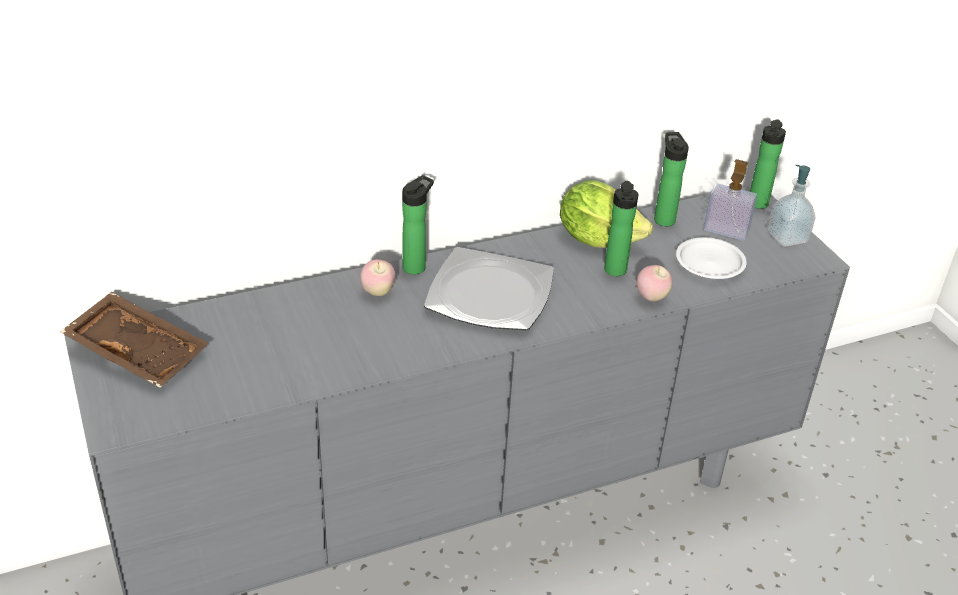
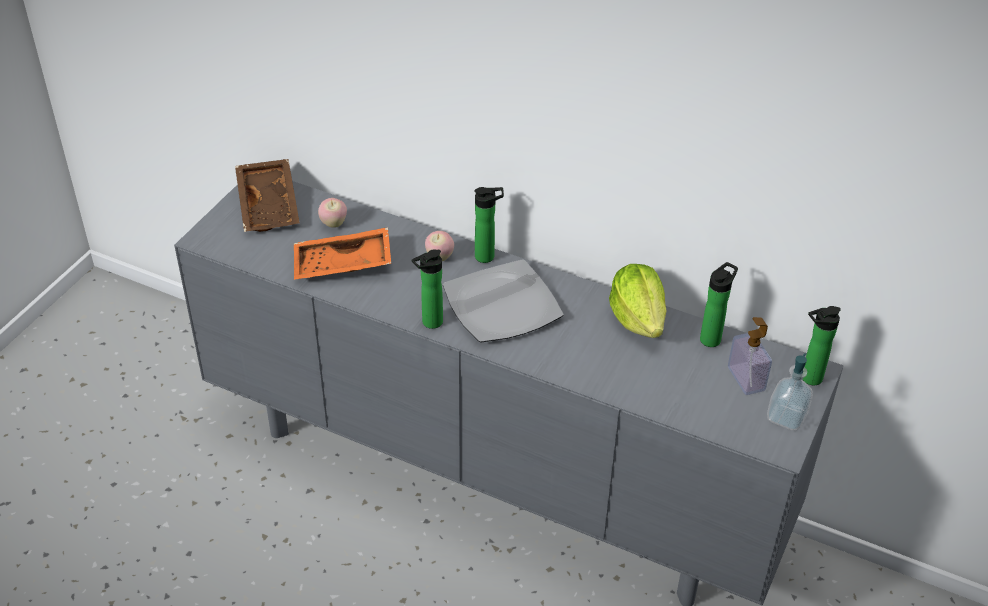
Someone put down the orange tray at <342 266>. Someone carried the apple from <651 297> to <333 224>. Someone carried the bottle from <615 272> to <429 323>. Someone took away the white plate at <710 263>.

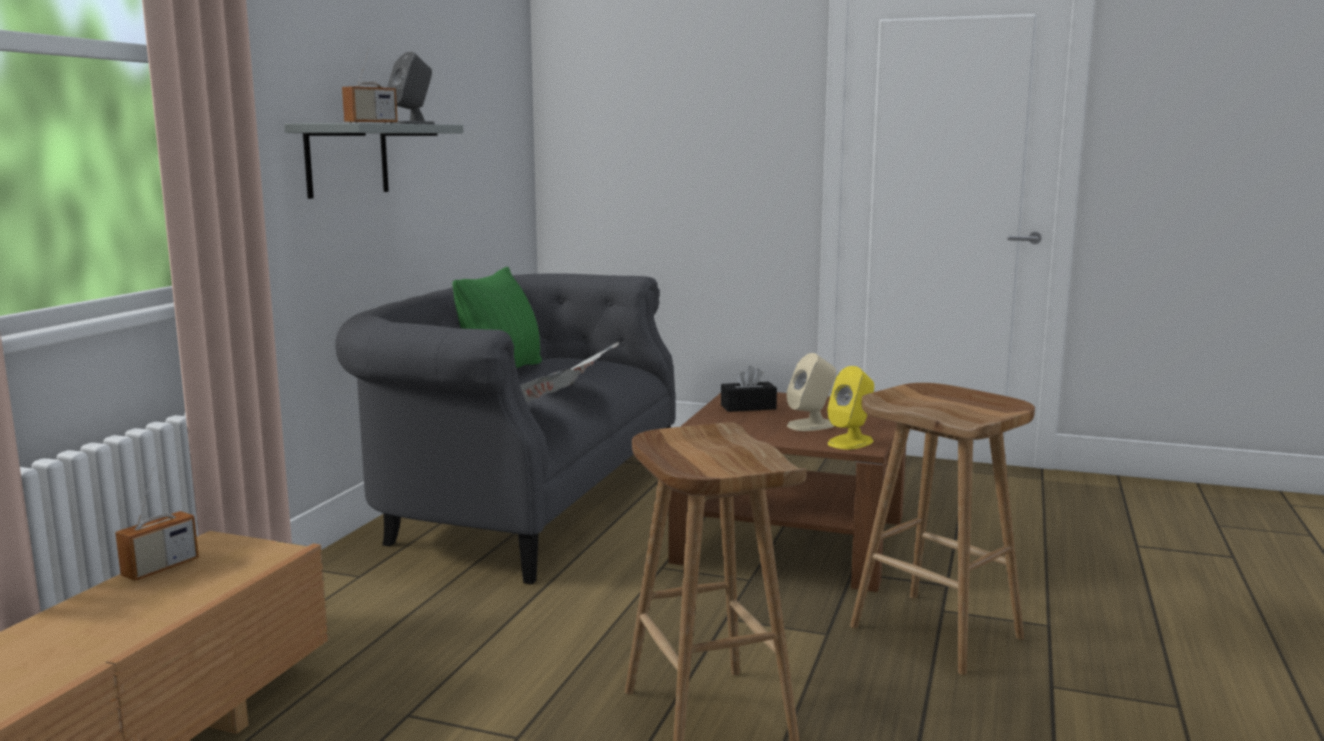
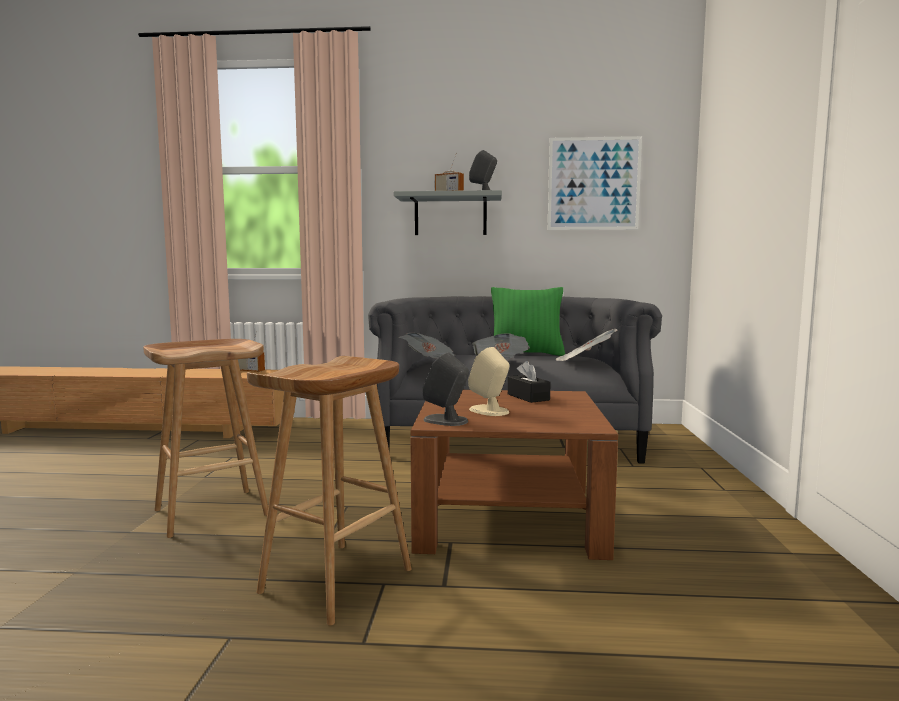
Someone repainted the yellow speaker at <851 442>, which became the grey speaker at <446 421>. Someone put up the picture at <593 184>. Someone put down the newspaper at <584 361>.

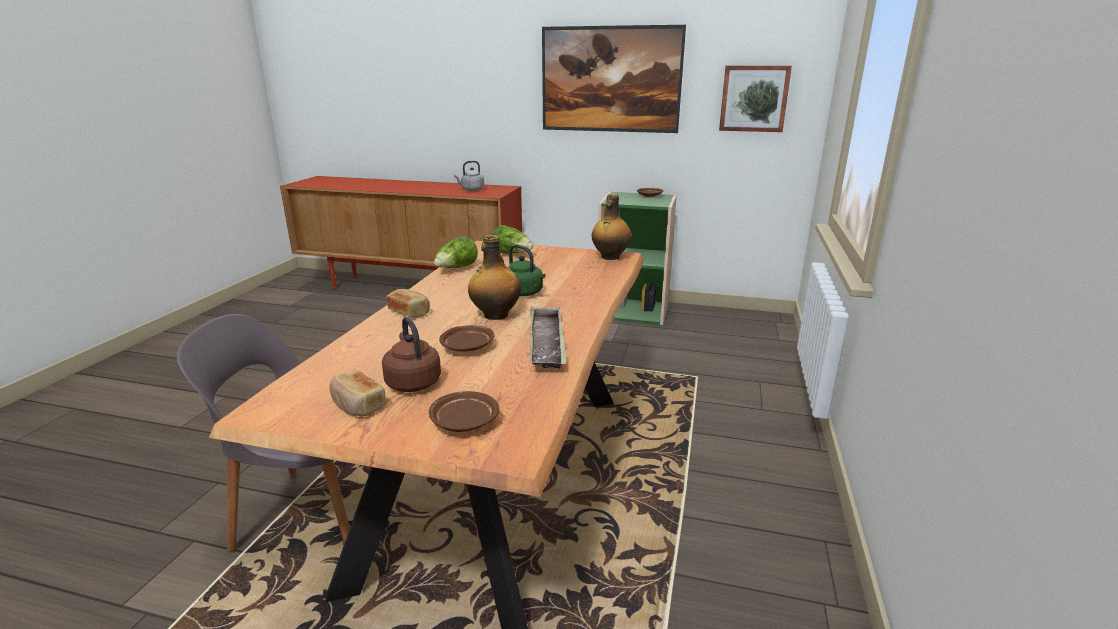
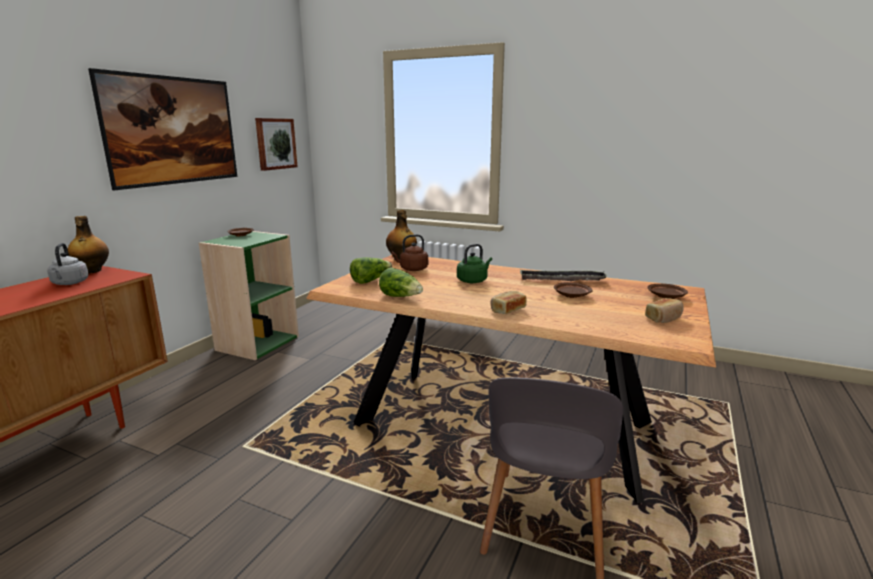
Someone carried the bottle from <495 315> to <92 271>. Someone carried the brown kettle from <412 382> to <412 269>.

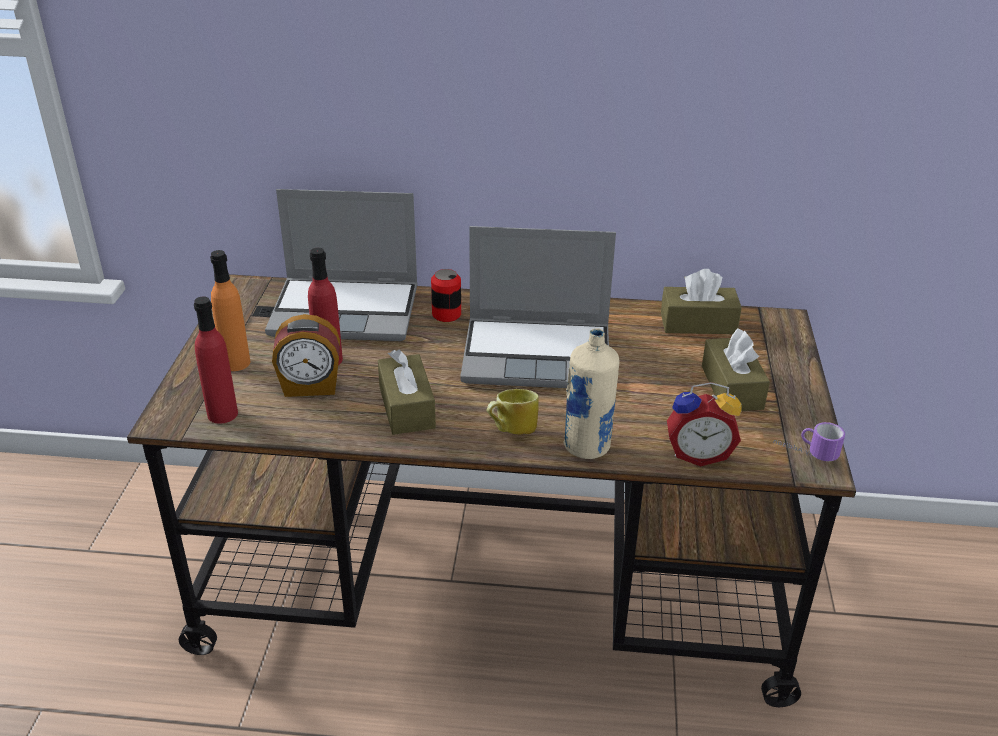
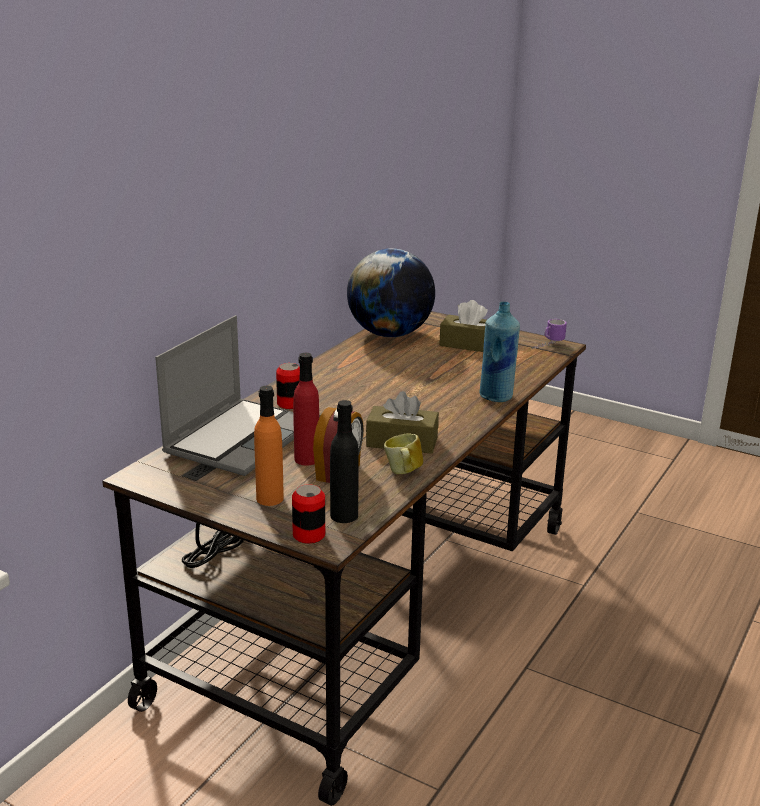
Someone put down the can at <309 535>. Someone repainted the red bottle at <222 414>, which became the black bottle at <344 515>. Someone swapped the brown tissue box at <698 323> for the globe at <390 334>. Someone carried the mug from <511 431> to <402 473>. Someone repainted the beige bottle at <587 447>, which became the blue bottle at <496 396>. Someone took away the laptop at <539 355>. Someone took away the alarm clock at <698 454>.

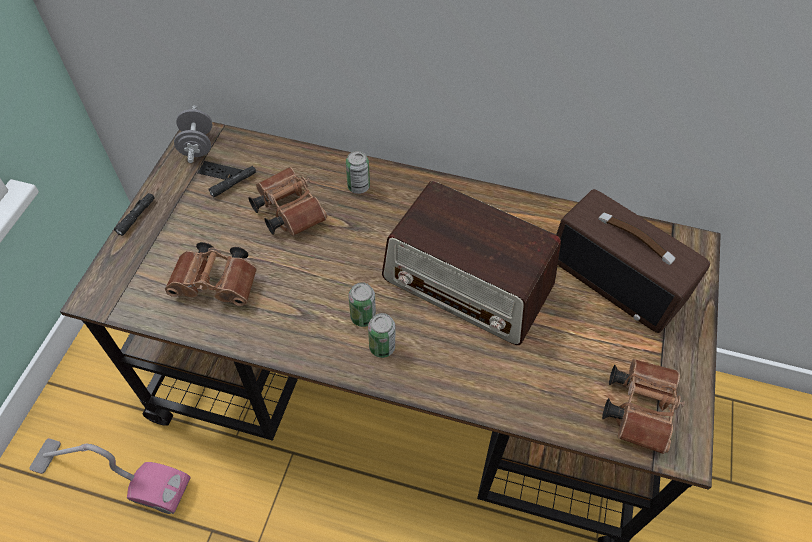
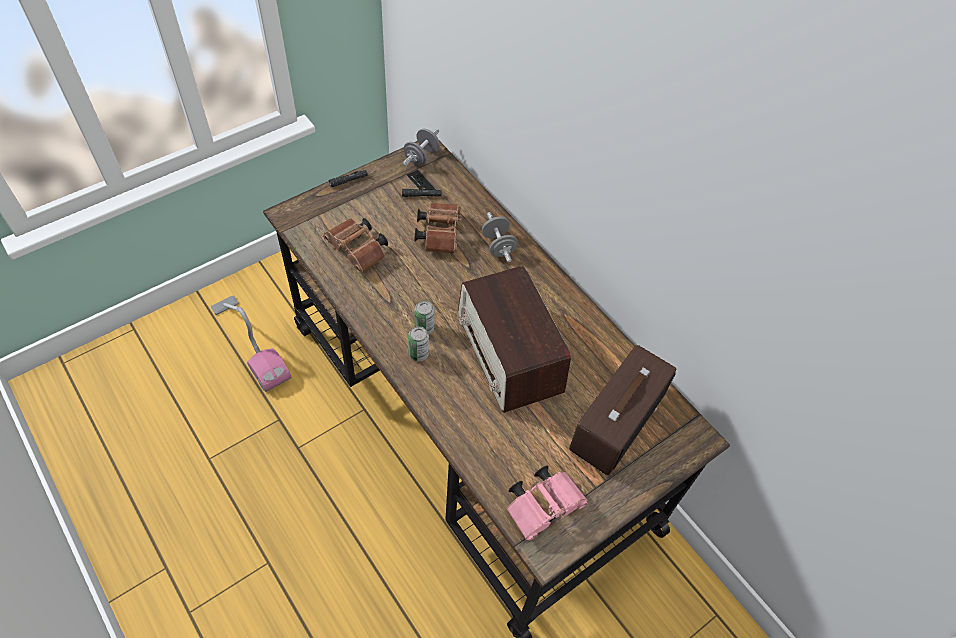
Someone swapped the can at <358 187> for the grey dumbbell at <498 246>. Someone repainted the brown binoculars at <638 407>, which became the pink binoculars at <544 505>. Someone rotated the radio at <617 279> by 135 degrees counterclockwise.

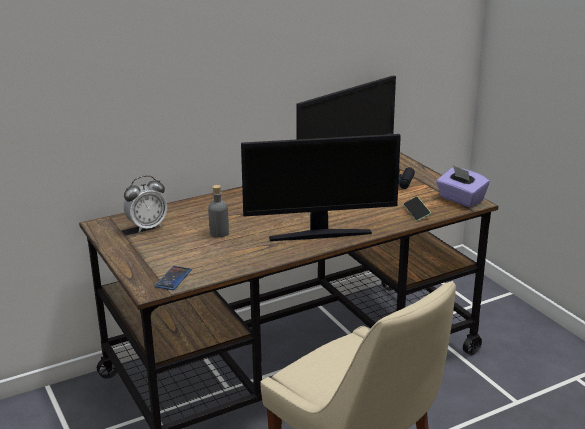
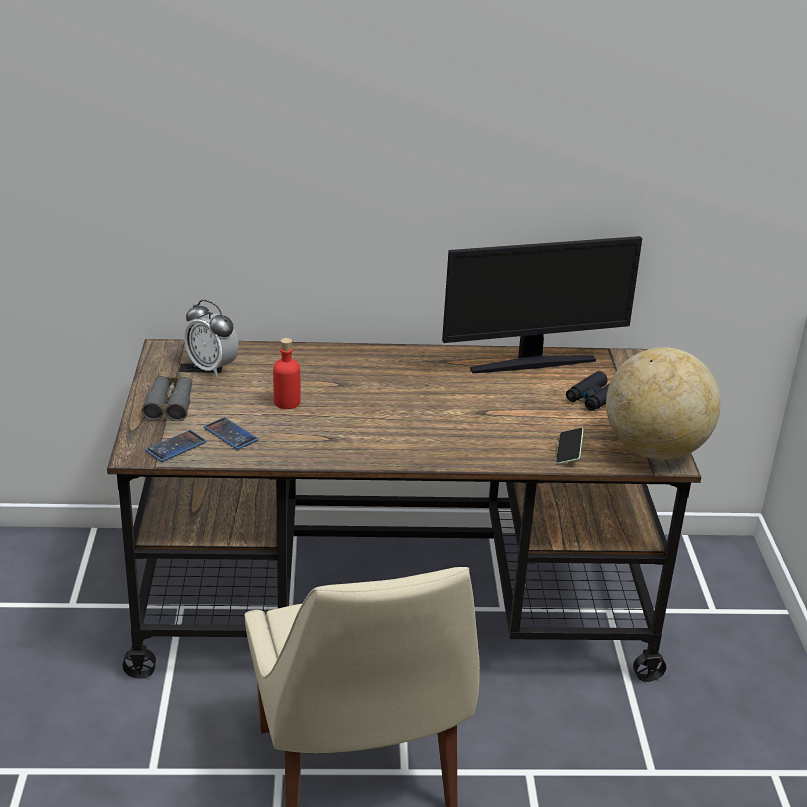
Someone put down the grey binoculars at <170 402>. Someone rotated the alarm clock at <147 227> by 45 degrees clockwise. Someone put down the phone at <230 434>. Someone repainted the grey bottle at <219 233>, which became the red bottle at <287 402>. Someone swapped the purple tissue box at <460 199> for the globe at <654 450>. Someone took away the monitor at <320 234>.

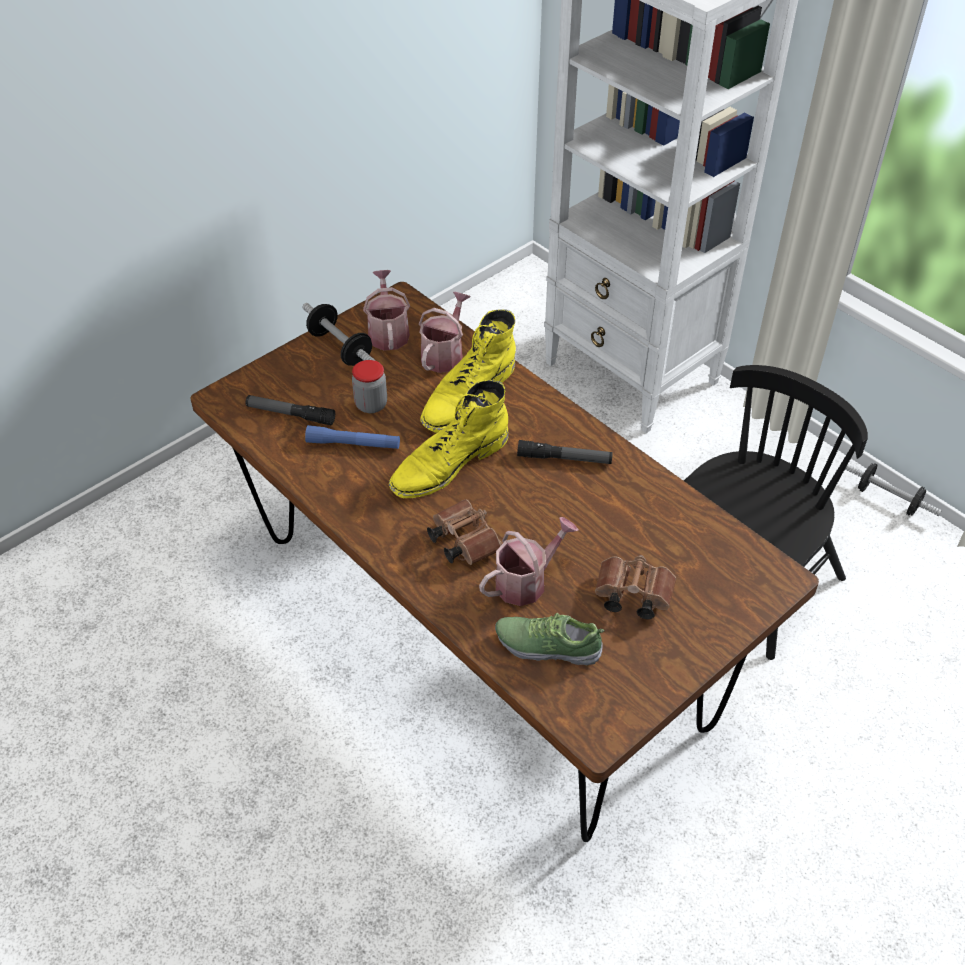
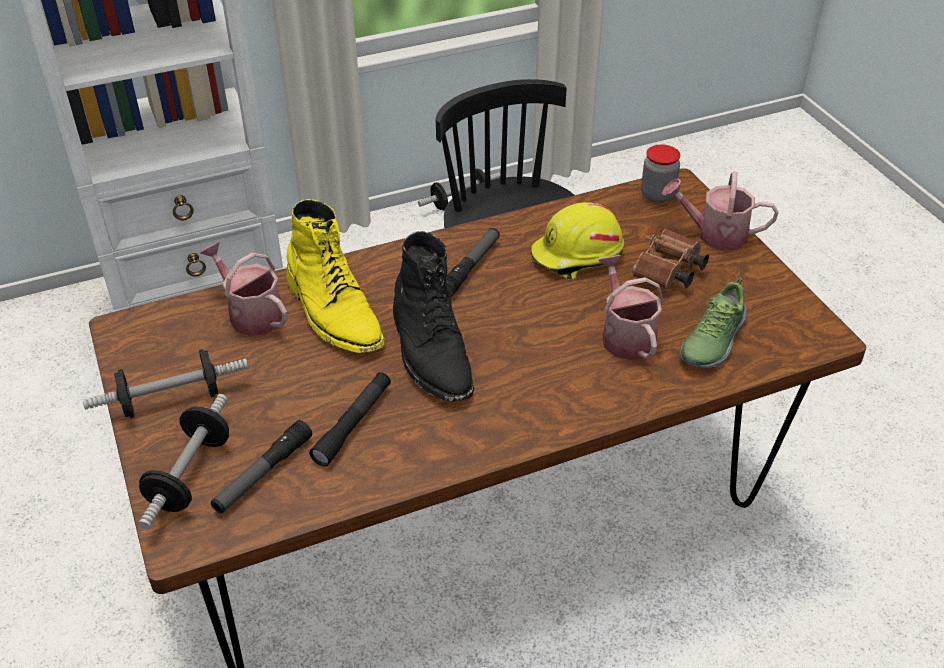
Someone put down the dumbbell at <190 475>. Someone repainted the blue flashlight at <353 444>, which became the black flashlight at <353 424>. Someone repainted the yellow boot at <449 463>, which became the black boot at <431 351>. Someone put down the yellow hard hat at <577 255>. Someone carried the jar from <371 405> to <657 195>. Someone carried the watering can from <388 332> to <714 234>. Someone took away the brown binoculars at <462 541>.

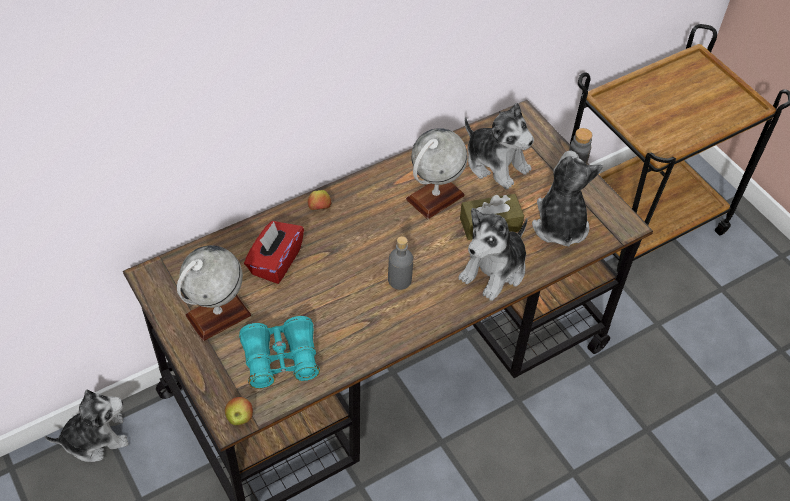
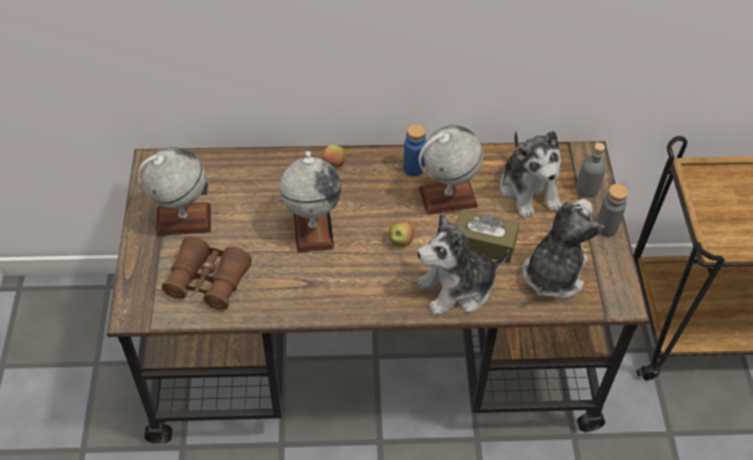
Someone repainted the turquoise binoculars at <281 359>, which became the brown binoculars at <208 281>. Someone put down the globe at <313 229>. Someone carried the apple from <240 418> to <400 241>. Someone put down the blue bottle at <413 168>. Someone carried the grey bottle from <399 280> to <587 189>. Someone took away the plush toy at <96 438>. Someone took away the red tissue box at <275 262>.

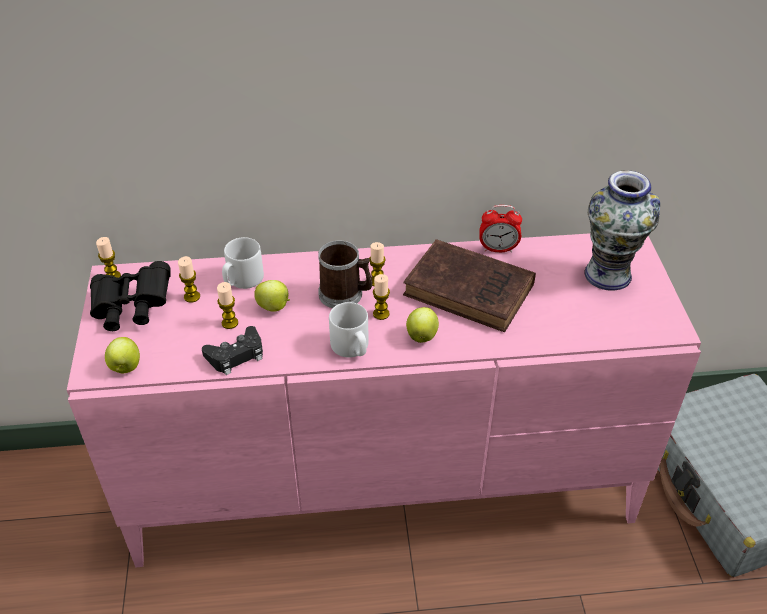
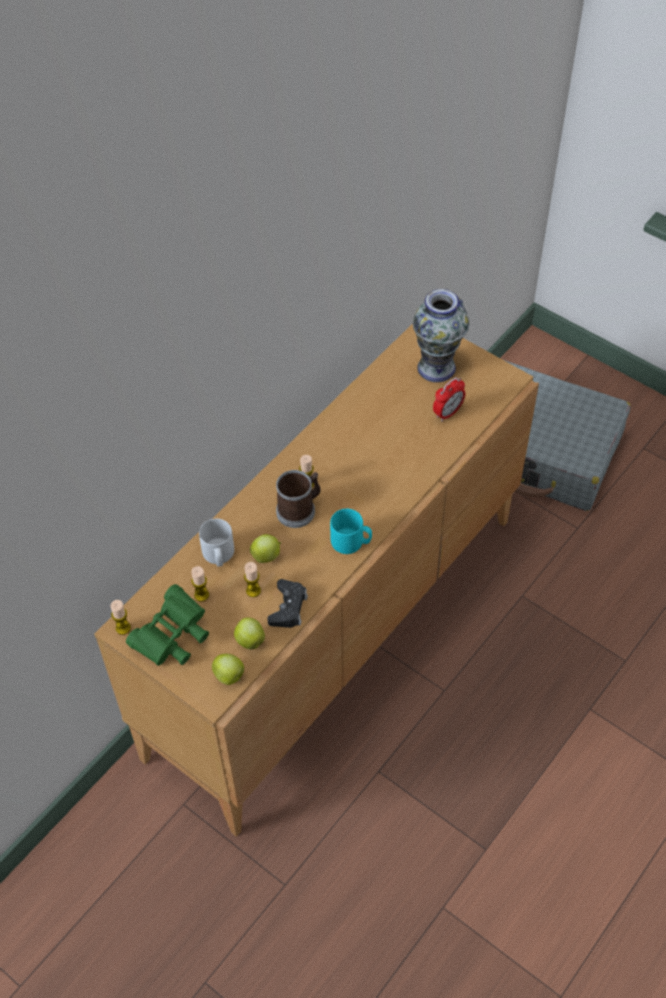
Someone repainted the pink dresser at <385 485>, which became the brown dresser at <334 632>. Someone repainted the black binoculars at <131 309>, which became the green binoculars at <173 638>. Someone carried the apple from <421 335> to <249 640>. Someone repainted the grey mug at <352 348>, which became the turquoise mug at <351 542>. Someone carried the alarm clock from <498 249> to <447 413>. Someone took away the candle at <381 314>. Someone took away the brown book at <472 291>.

